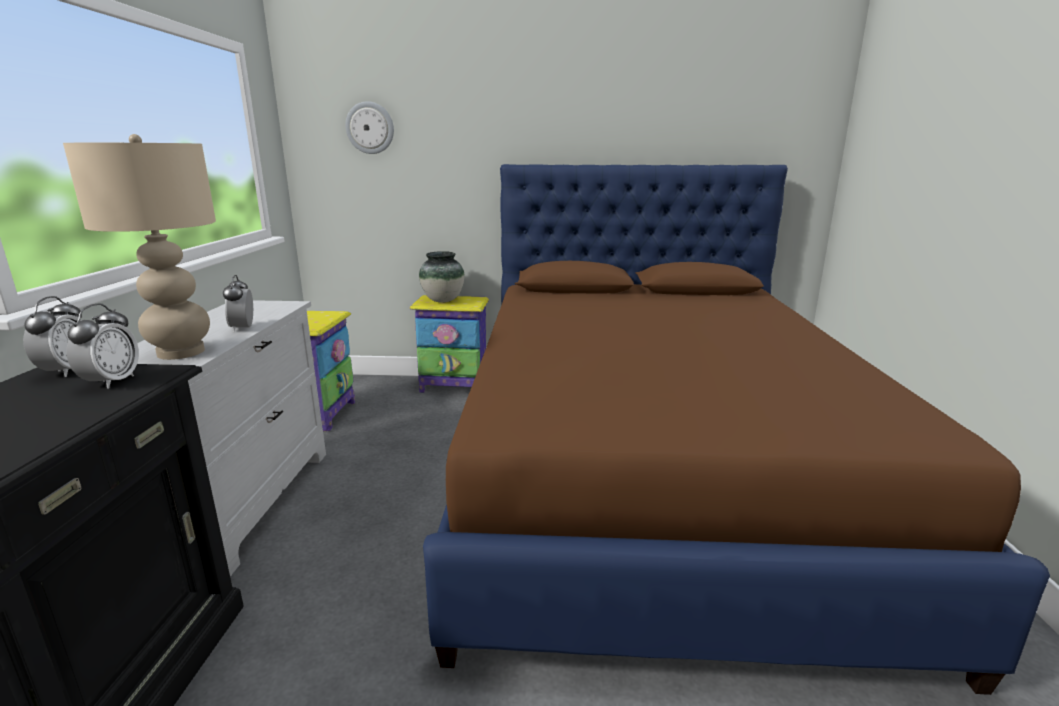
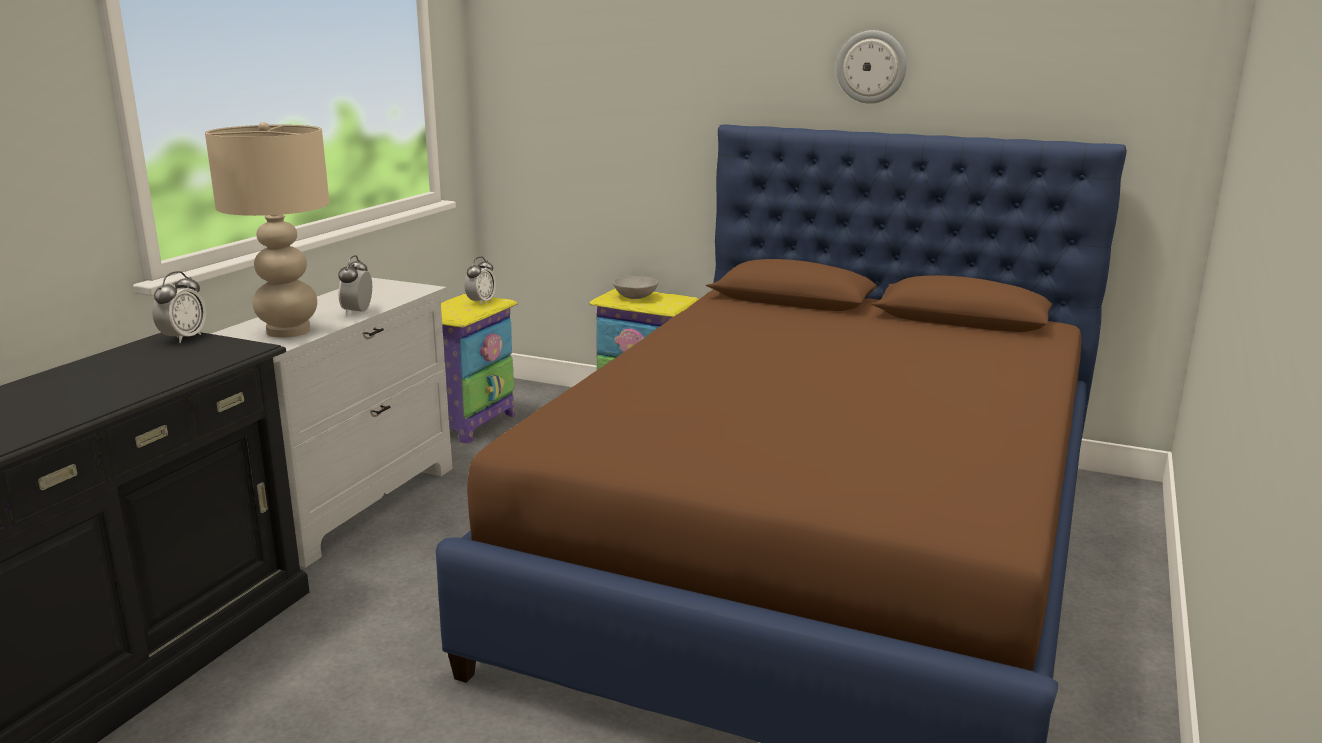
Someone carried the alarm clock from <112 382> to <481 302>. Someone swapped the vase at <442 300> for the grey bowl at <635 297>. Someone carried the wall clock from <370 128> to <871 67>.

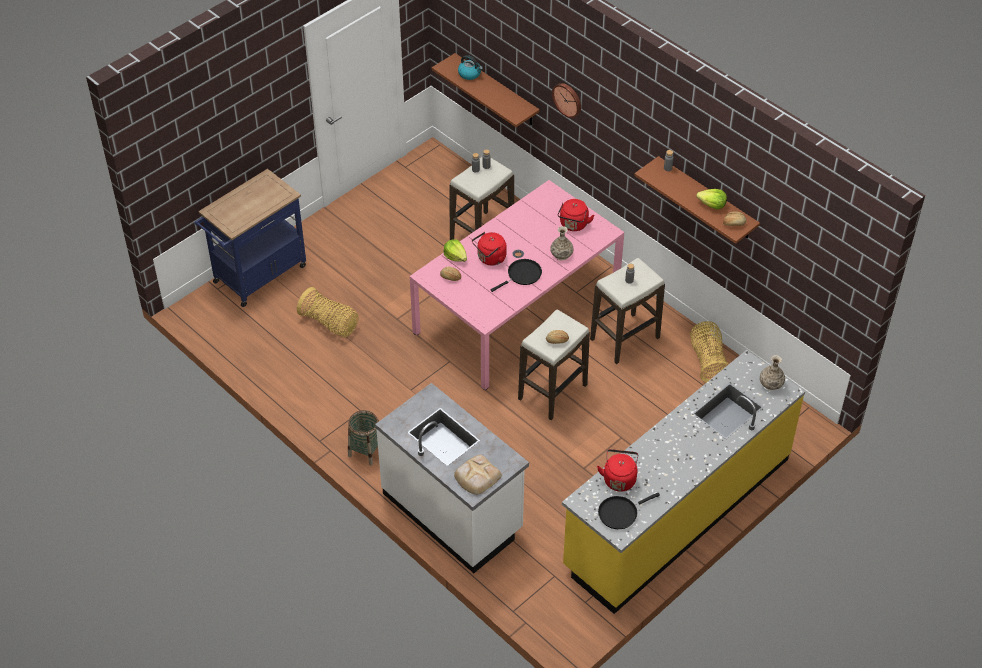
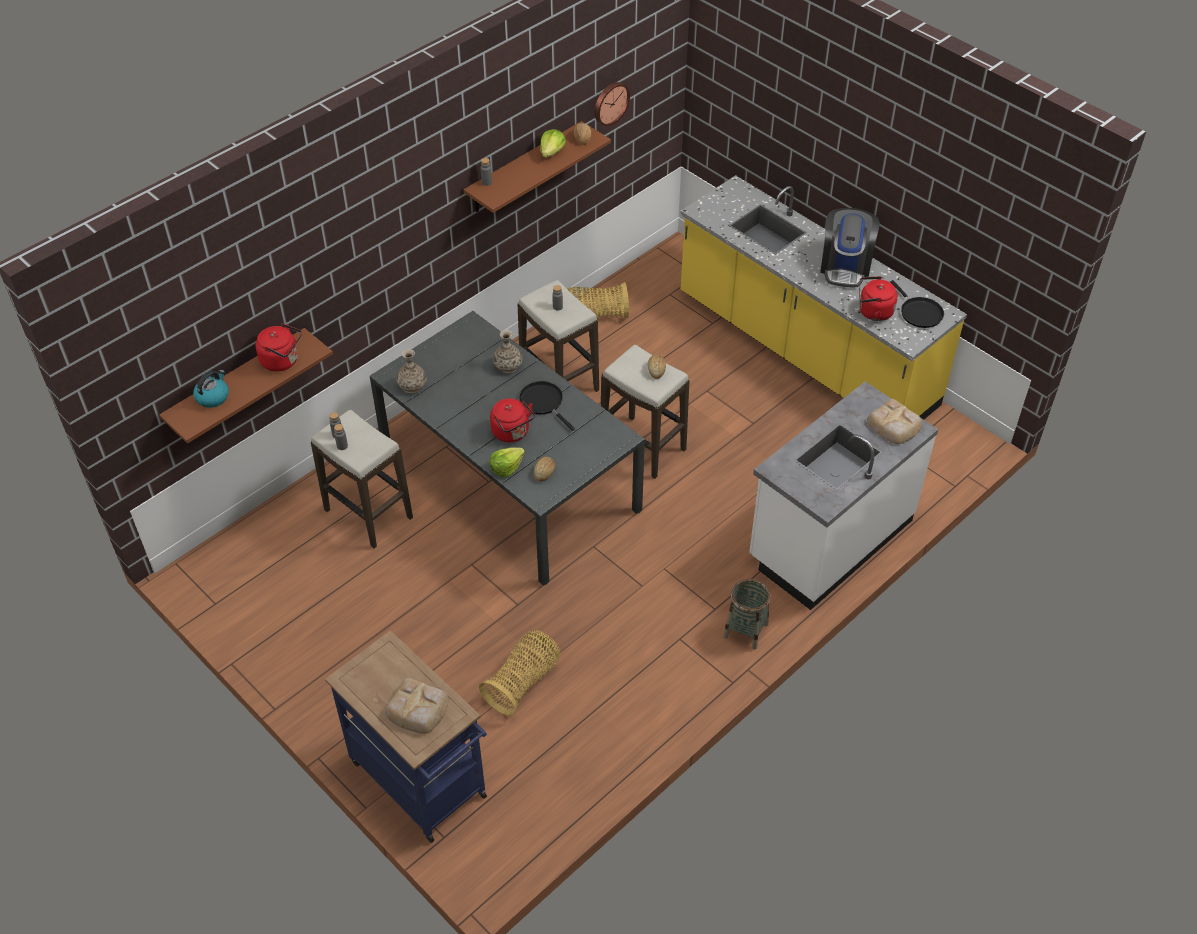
Someone carried the red kettle from <573 225> to <282 361>. Someone repainted the pink dining table at <517 310>, which became the grey dining table at <509 479>. Someone put down the bread at <418 709>. Someone carried the vase from <771 383> to <412 385>. Someone carried the wall clock from <568 99> to <610 103>. Someone put down the coffee machine at <845 267>.

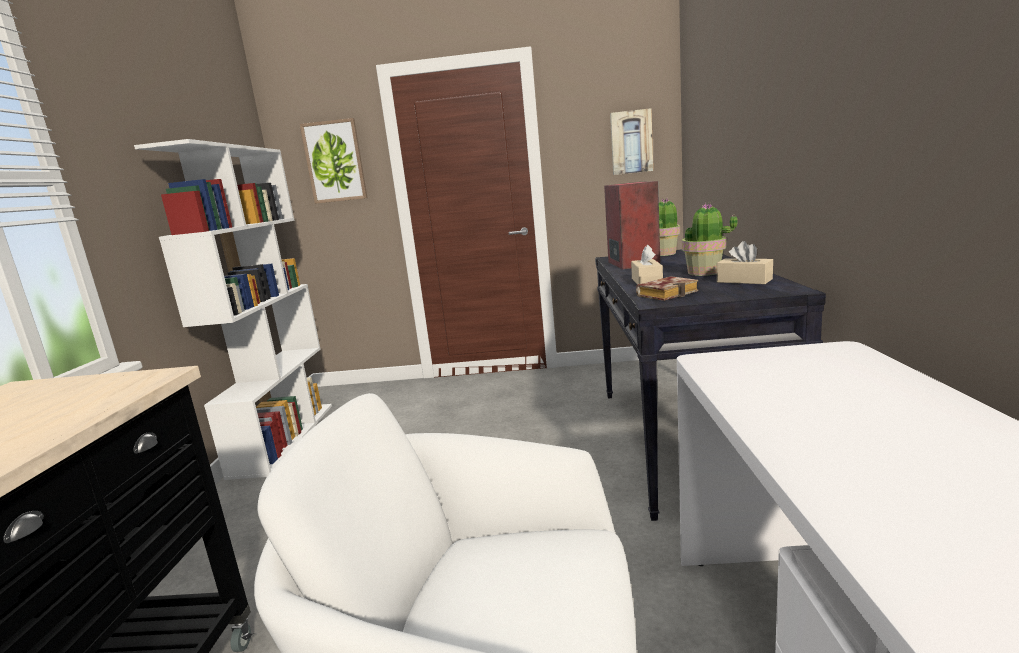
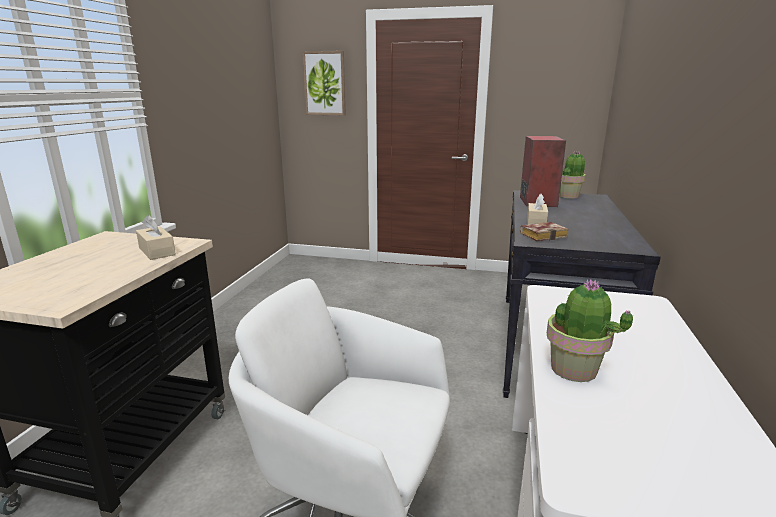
Someone carried the beige tissue box from <744 281> to <157 251>. Someone carried the potted plant from <704 273> to <574 370>. Someone took away the white bookcase at <284 437>. Someone took away the picture at <631 142>.

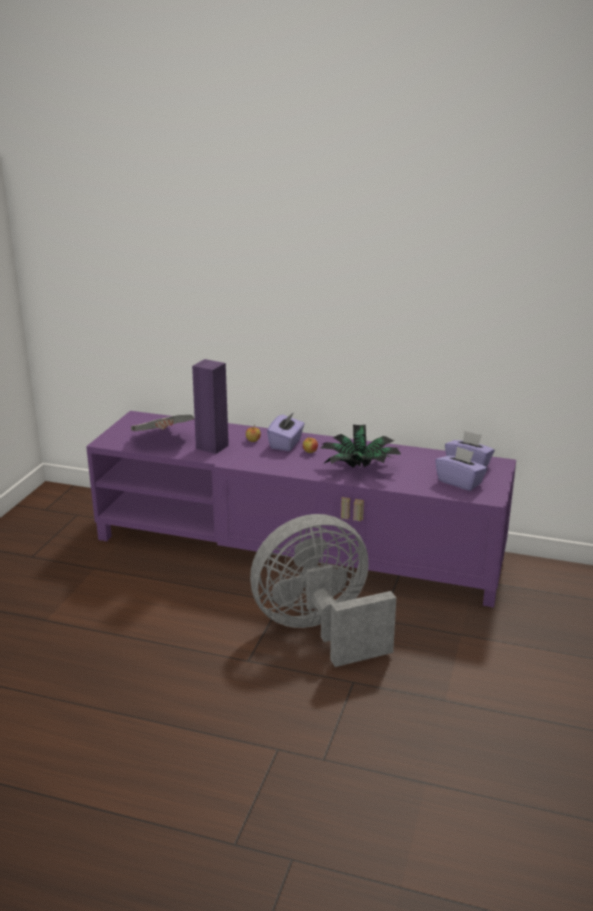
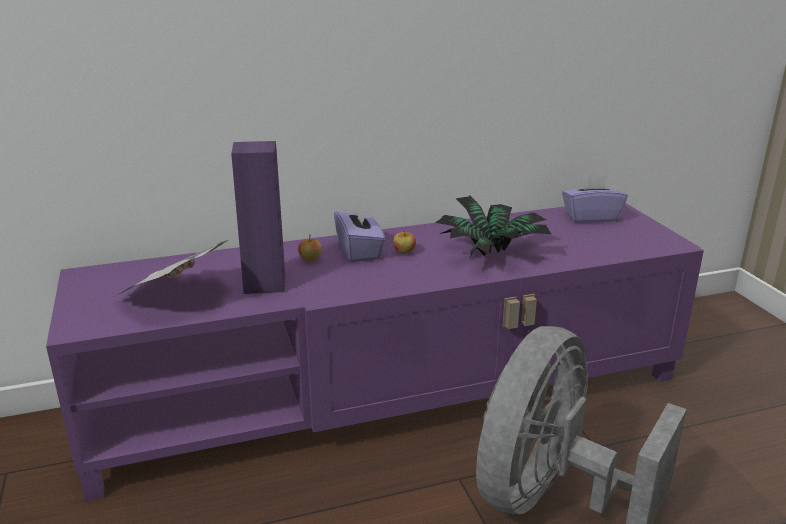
Someone took away the purple tissue box at <460 482>.

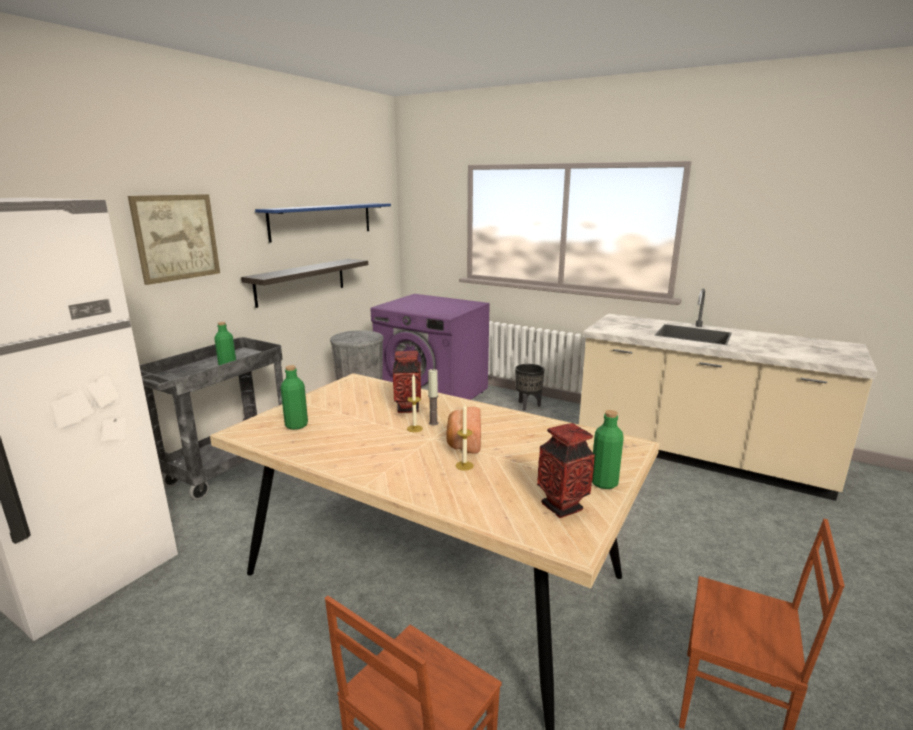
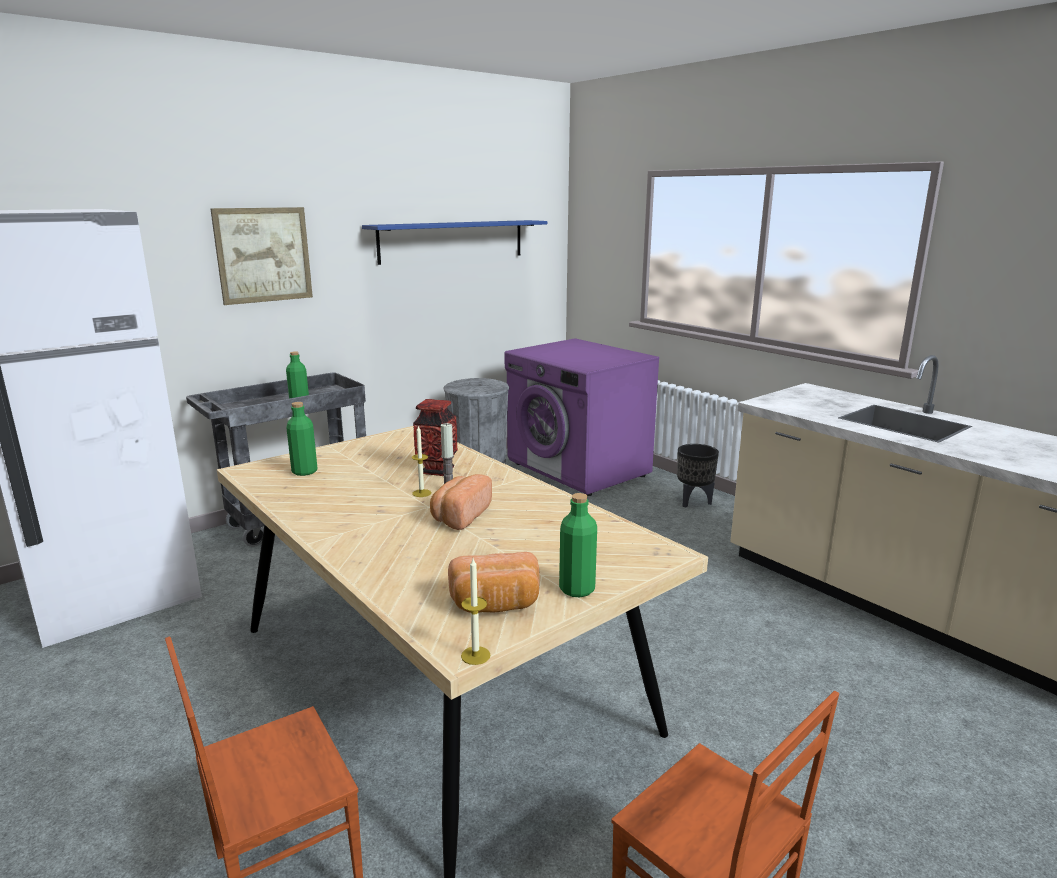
Someone swapped the vase at <562 507> for the bread at <495 605>. Someone carried the candle from <464 465> to <475 655>. Someone took away the shelf at <301 281>.

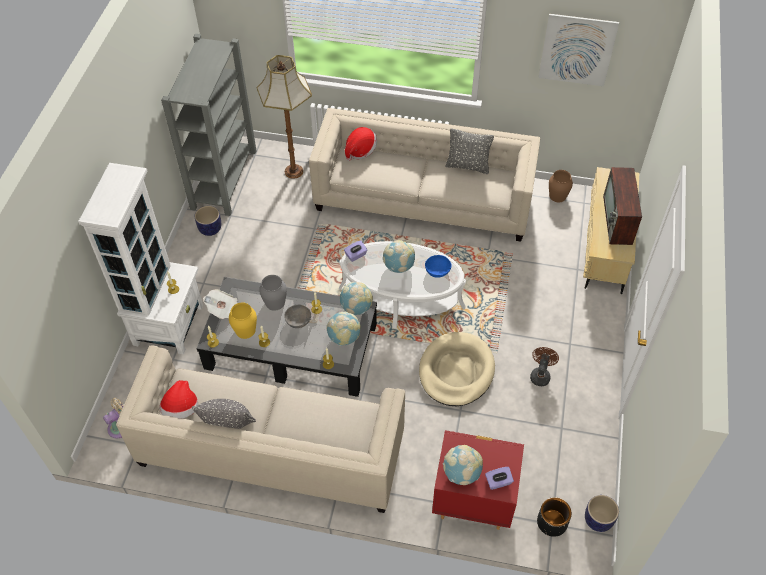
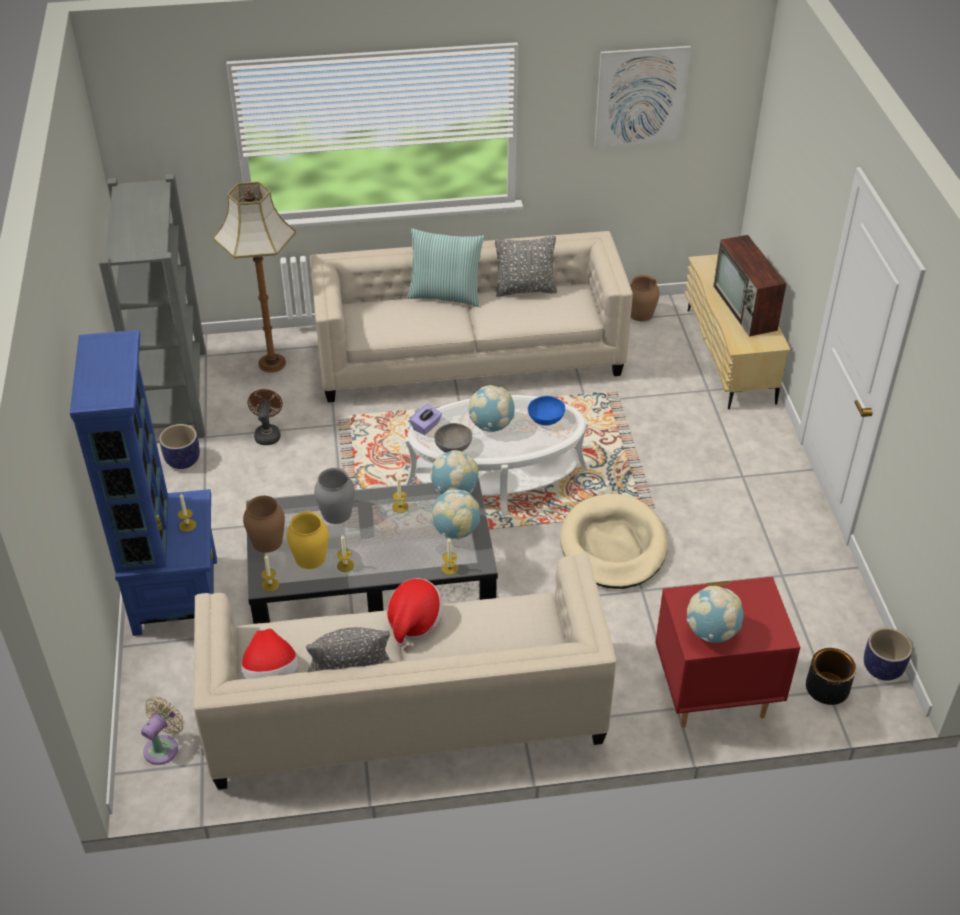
Someone repainted the white cabinet at <169 325>, which became the blue cabinet at <178 595>. Someone swapped the newspaper at <224 310> for the brown vase at <267 541>. Someone carried the brown fan from <540 375> to <267 433>. Someone carried the hat from <360 150> to <414 621>. Someone put down the pillow at <445 295>. Someone carried the grey bowl from <298 321> to <453 446>. Someone took away the purple tissue box at <498 482>.

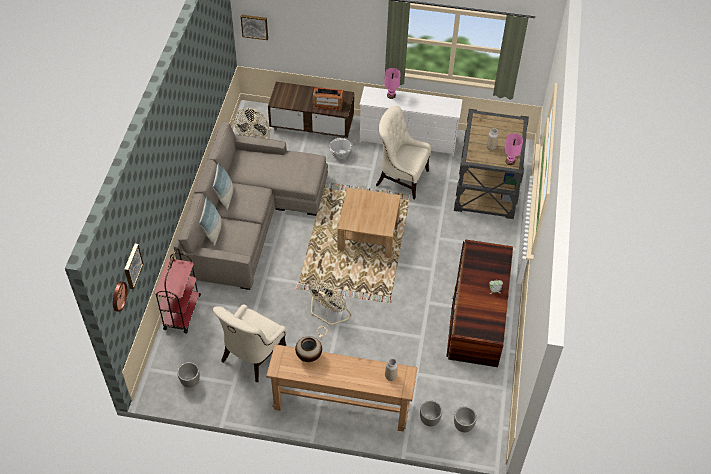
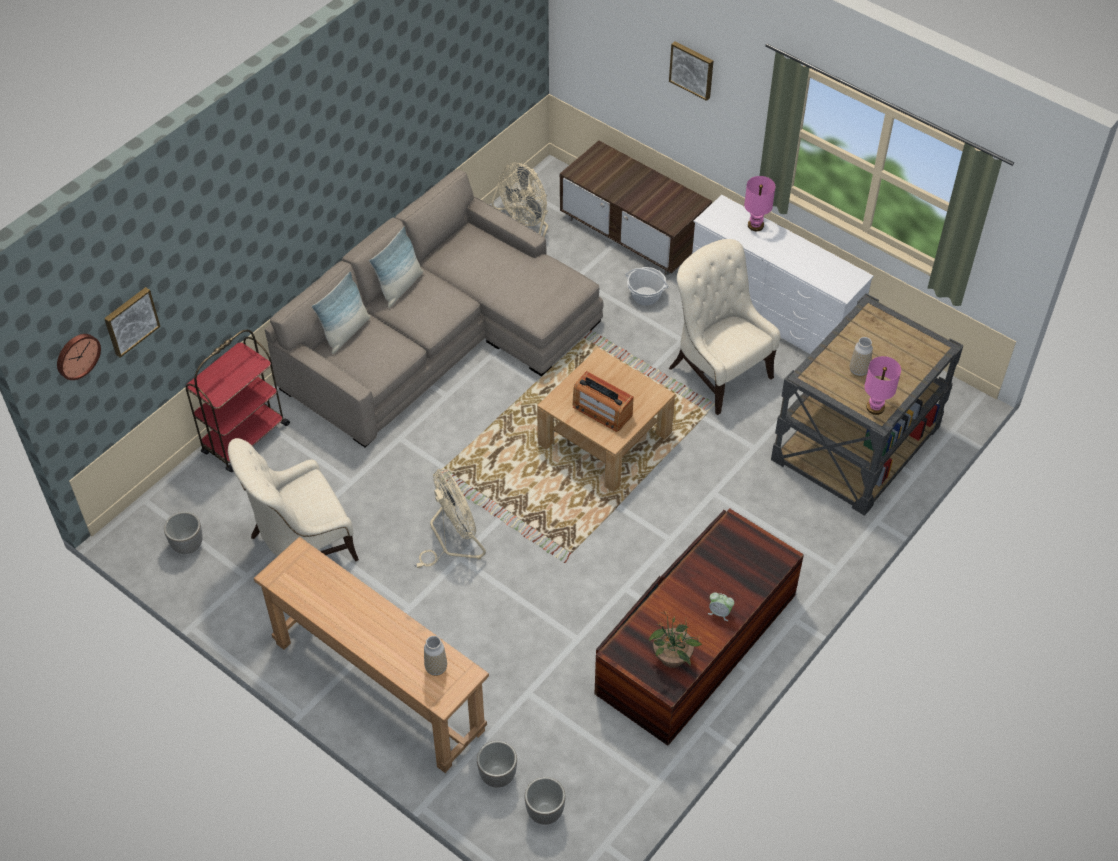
Someone carried the radio from <327 104> to <602 411>. Someone put down the potted plant at <672 658>. Someone carried the picture from <254 26> to <692 69>. Someone took away the vase at <309 356>.

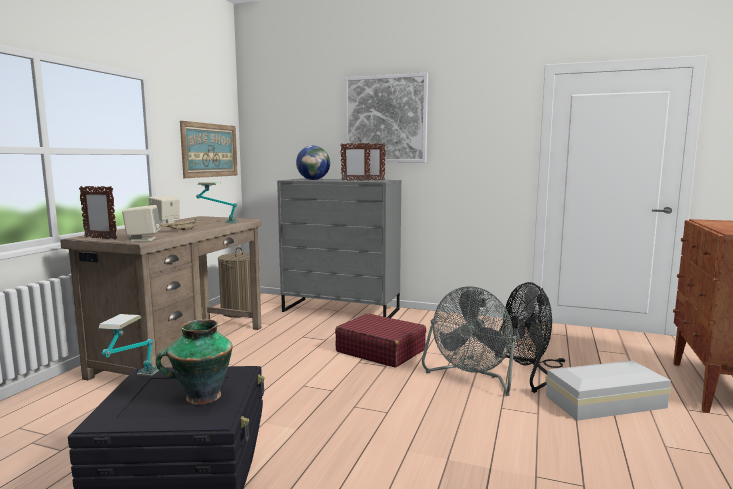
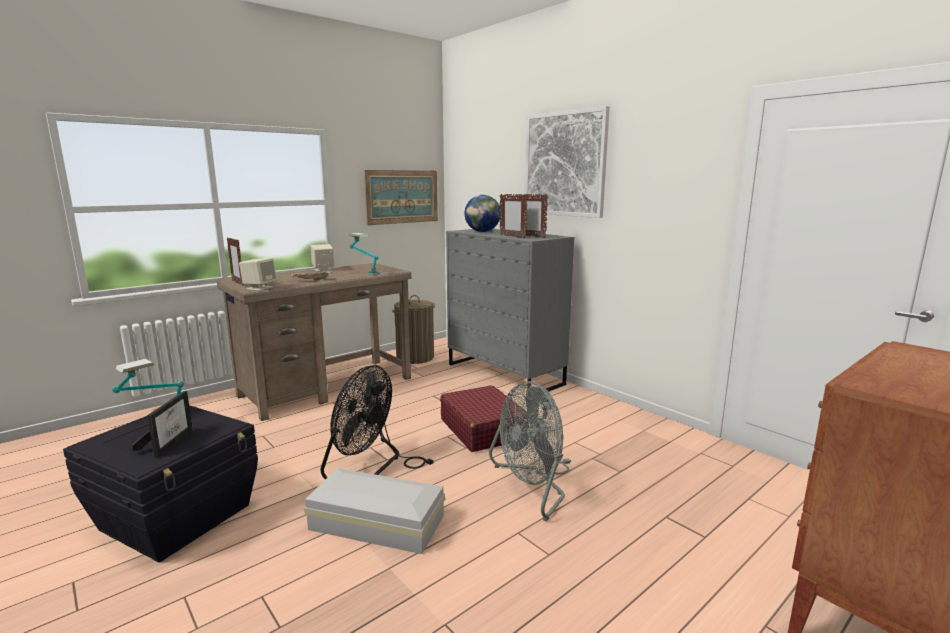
Someone swapped the vase at <201 397> for the picture frame at <169 442>. Someone carried the white storage box from <607 402> to <378 524>. Someone carried the black fan from <530 371> to <376 463>.

